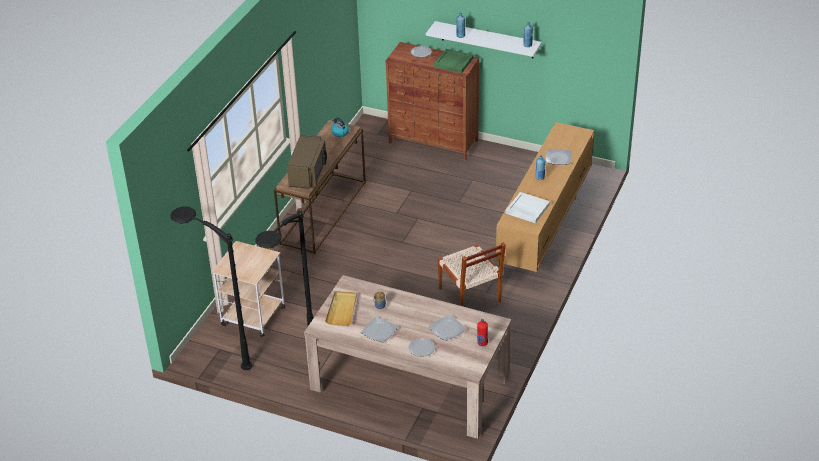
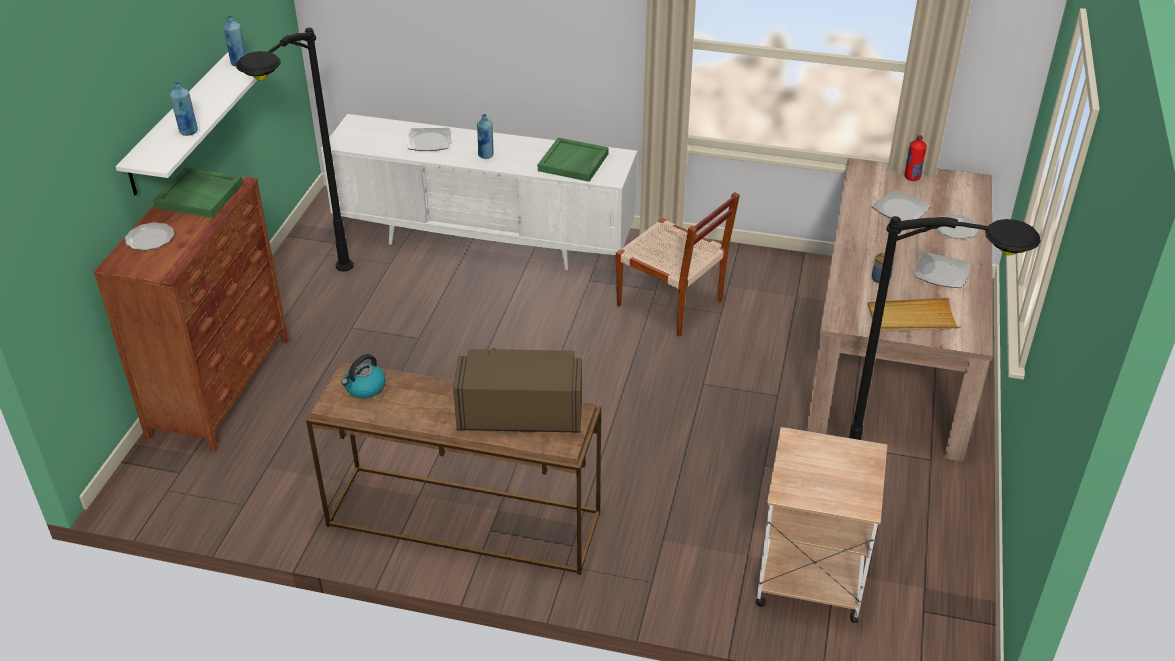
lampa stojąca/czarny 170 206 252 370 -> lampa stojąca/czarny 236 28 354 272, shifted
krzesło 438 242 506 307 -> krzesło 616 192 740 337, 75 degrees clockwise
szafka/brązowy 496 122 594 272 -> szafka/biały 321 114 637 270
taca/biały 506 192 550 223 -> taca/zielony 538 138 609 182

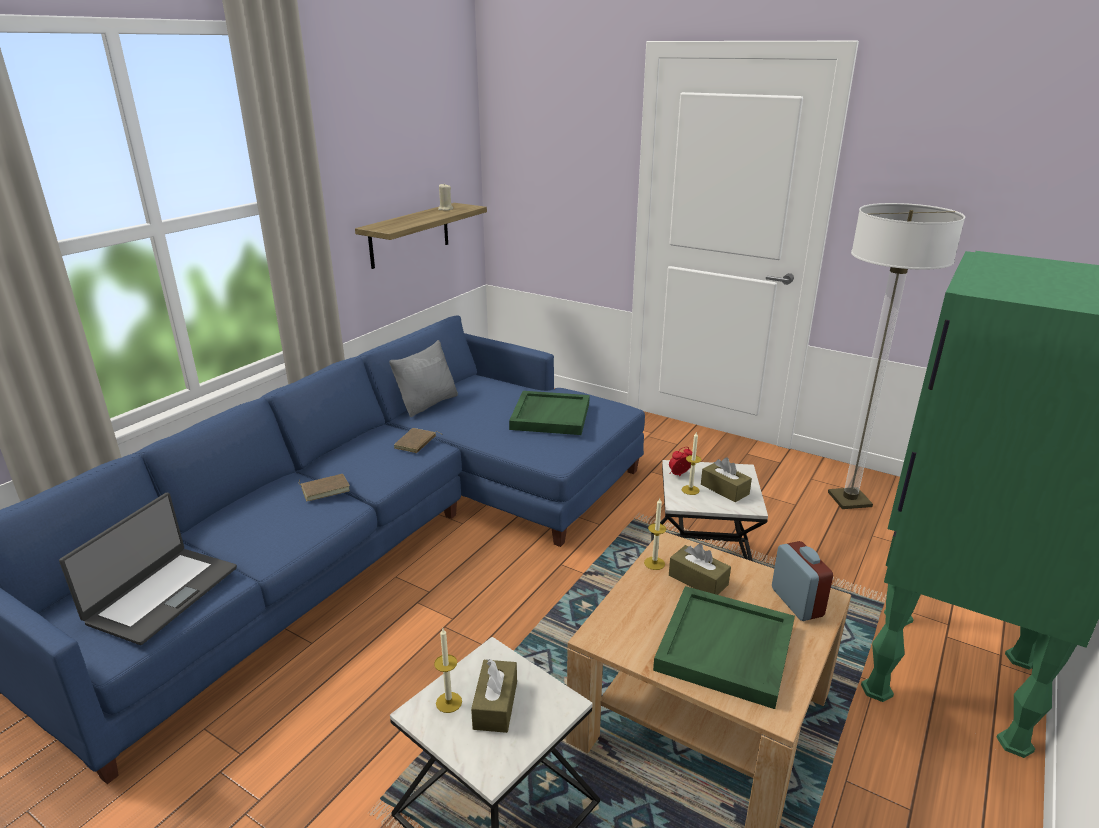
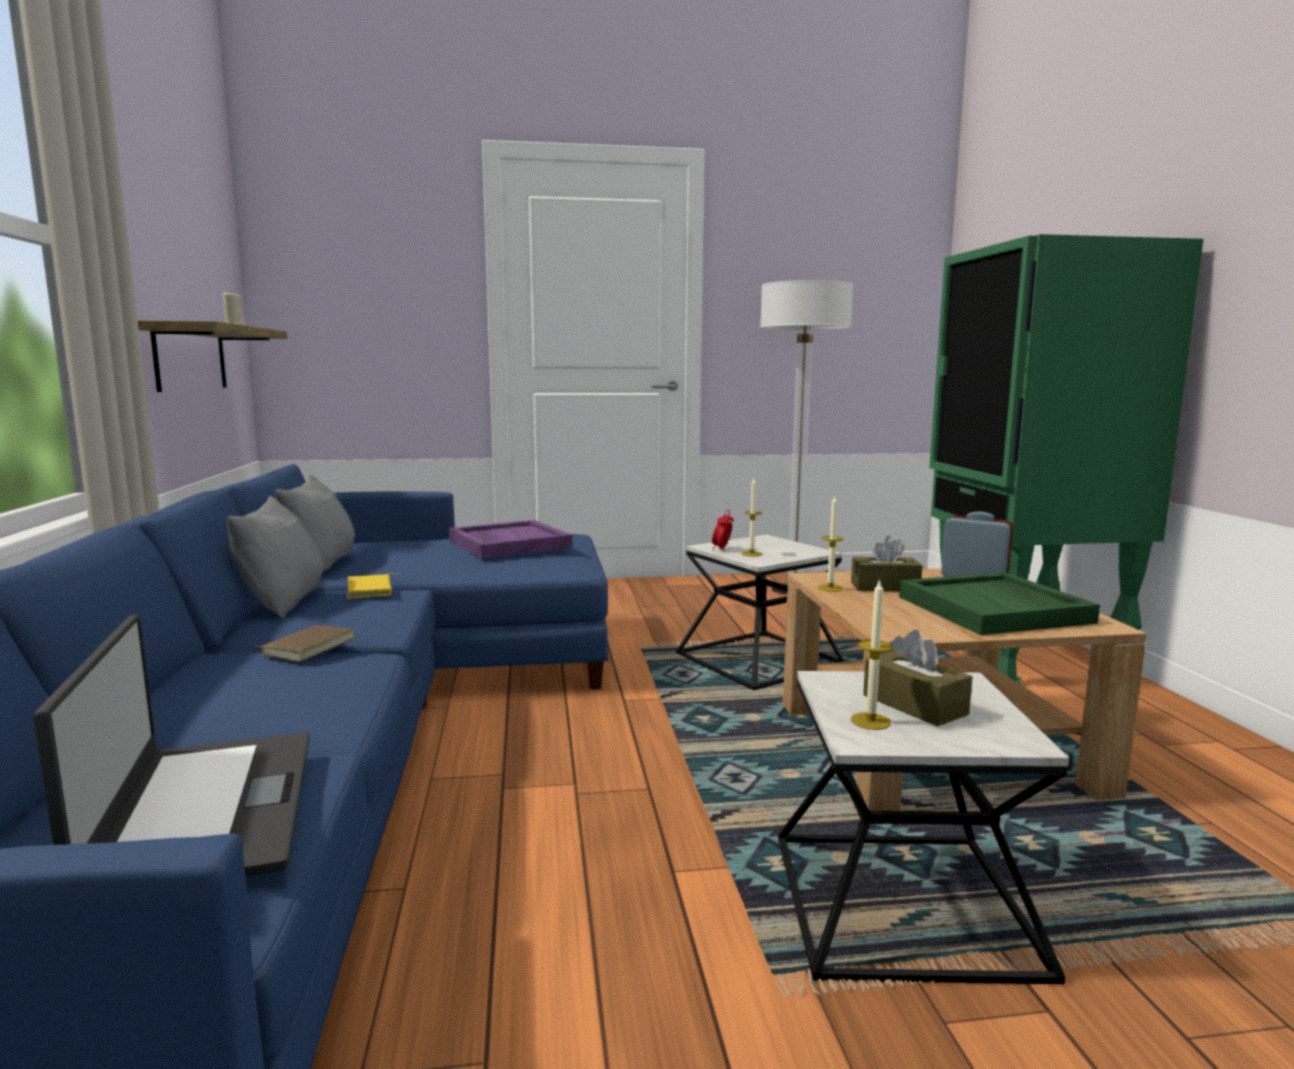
książka/brązowy 394 428 443 453 -> książka/żółty 347 573 401 599
taca/zielony 509 391 590 435 -> taca/fioletowy 449 520 573 559
pudełko chusteczek/brązowy 701 457 752 502 -> none
none -> poduszka/szary 227 496 323 618

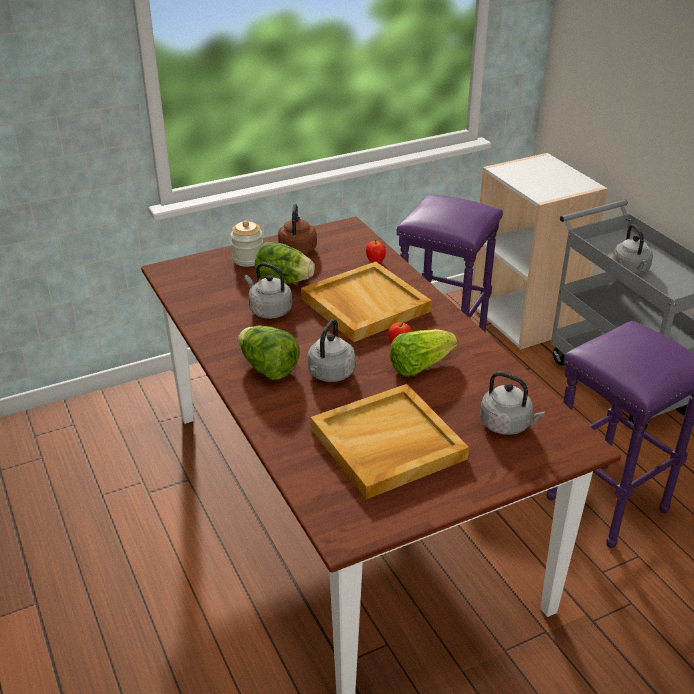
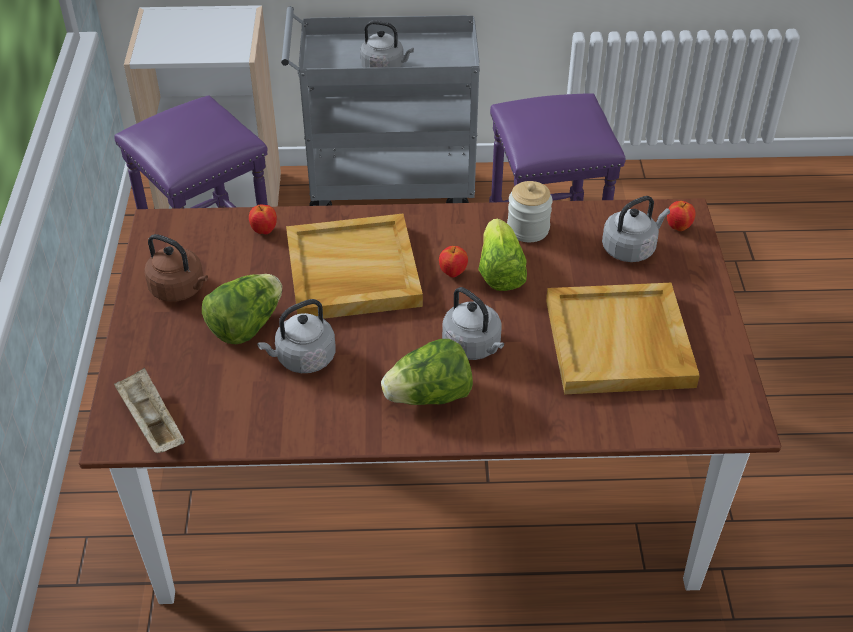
słoik 230 221 263 267 -> słoik 507 181 553 242, shifted
none -> taca/beżowy 114 368 185 453
none -> jabłko 667 201 696 231

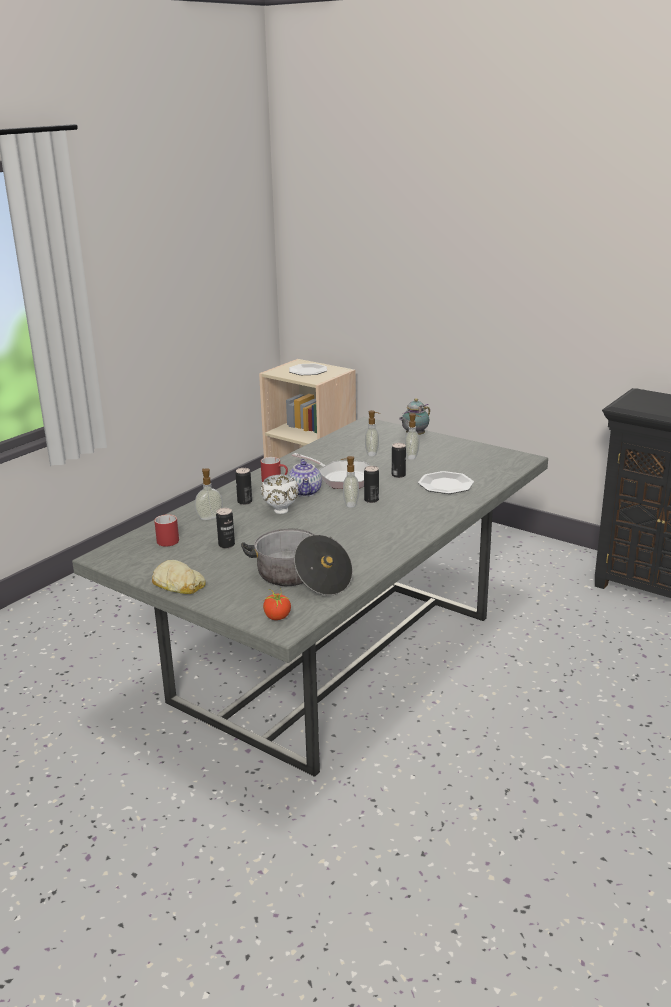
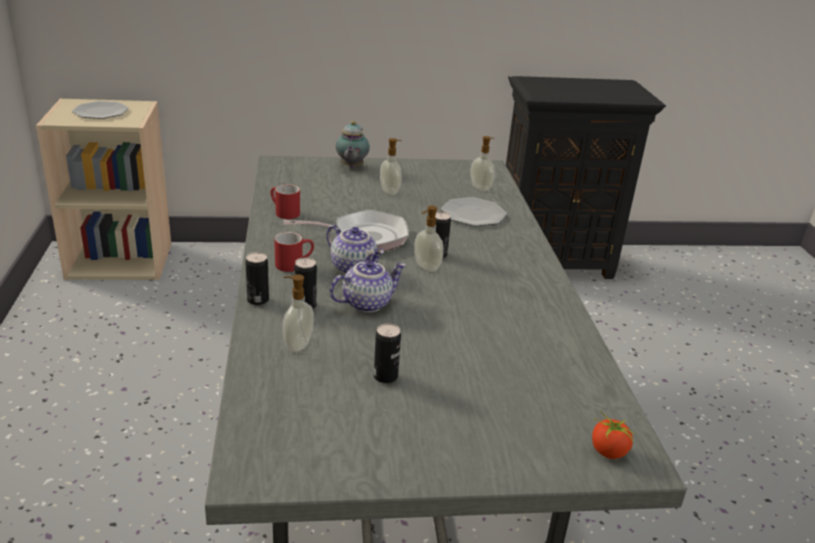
chleb 152 560 206 594 -> none
kubek/czerwony 154 514 179 546 -> kubek/czerwony 271 184 300 219, shifted
garnek 241 528 353 596 -> none
miska/biały 261 475 298 514 -> imbryk 329 260 406 312
dozownik mydła 365 410 381 456 -> dozownik mydła 471 136 495 191, shifted
puszka 392 443 406 478 -> puszka 245 252 269 306, shifted

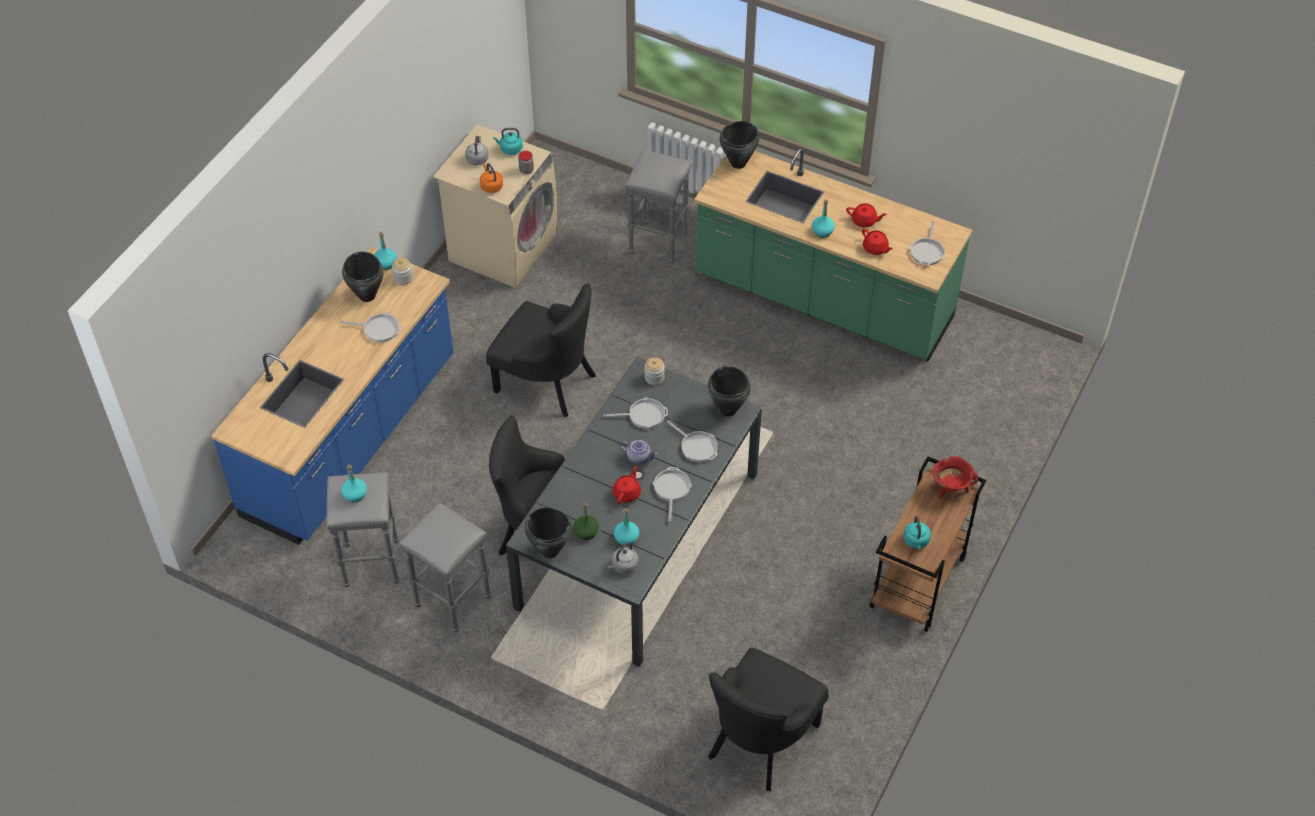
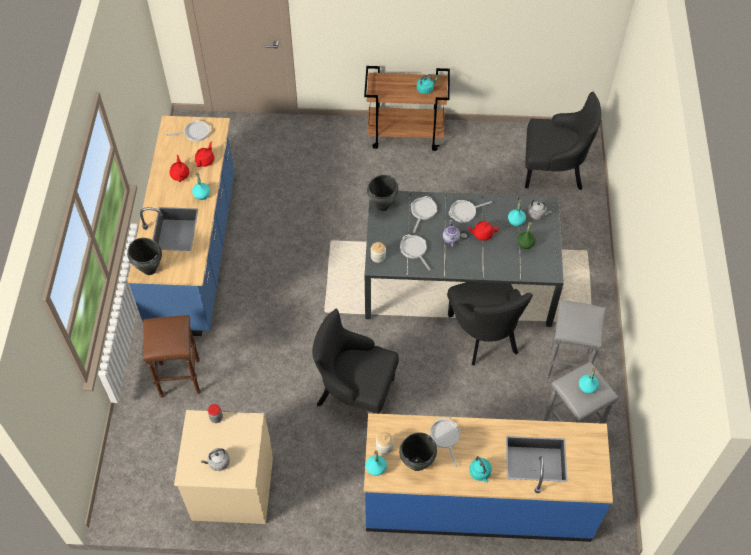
czajnik/pomarańczowy 480 163 503 193 -> none
krzesło/czarny 486 283 596 417 -> krzesło/czarny 312 309 399 414, 75 degrees counterclockwise
czajnik/turkusowy 493 128 523 155 -> czajnik/turkusowy 469 456 492 483, shifted
garnek/czarny 525 507 572 558 -> none
stołek/szary 625 150 692 264 -> stołek/brązowy 143 315 201 398
zabudowa kuchenna/zielony 694 148 973 362 -> zabudowa kuchenna/niebieski 127 116 234 336
garnek/czerwony 933 456 978 499 -> none

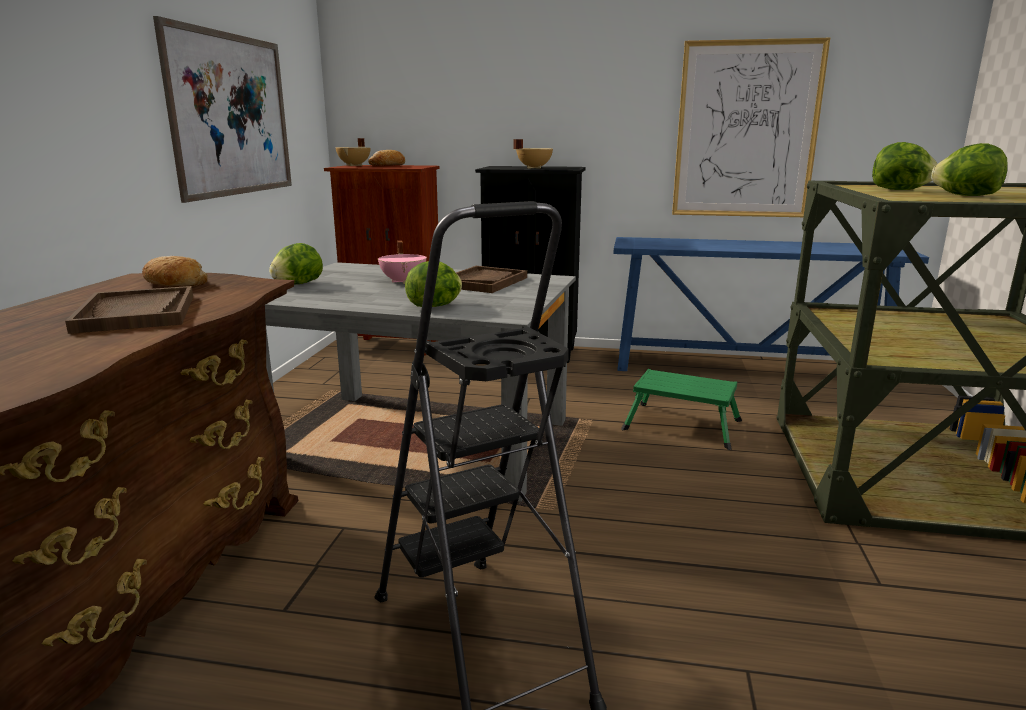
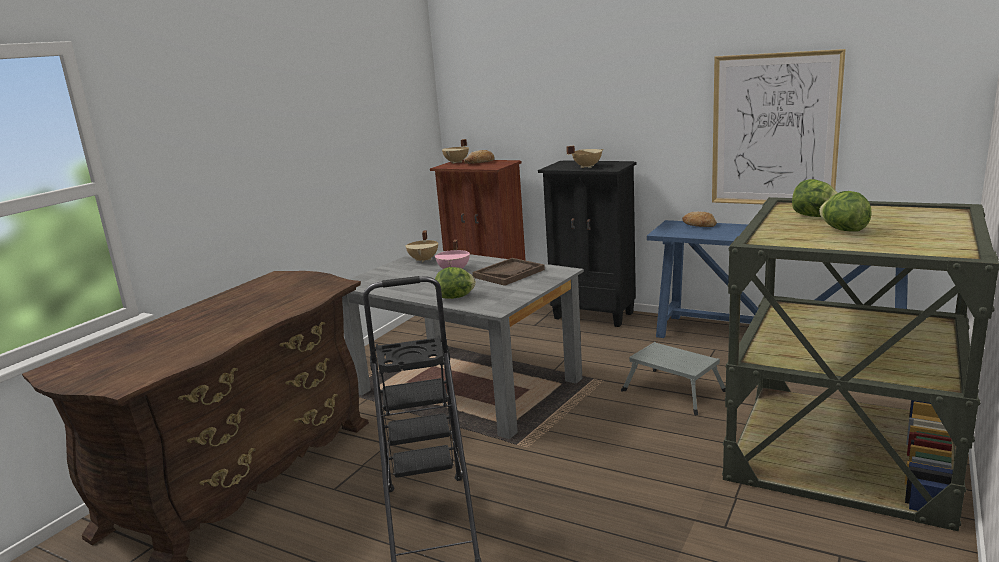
taca/brązowy 65 286 193 334 -> none
chleb 142 256 207 287 -> chleb 682 211 717 227, shifted
obraz 153 16 292 203 -> none
sałata 269 243 323 285 -> none
drabinka/zielony 621 369 742 450 -> drabinka/szary 621 342 726 415
none -> garnek/beżowy 405 230 438 263

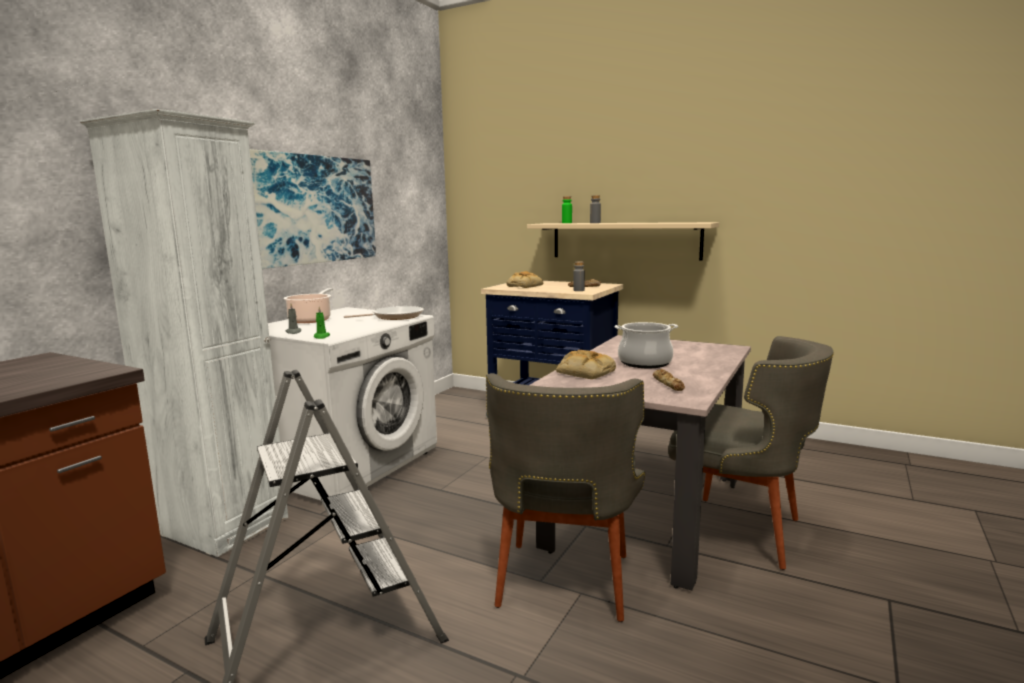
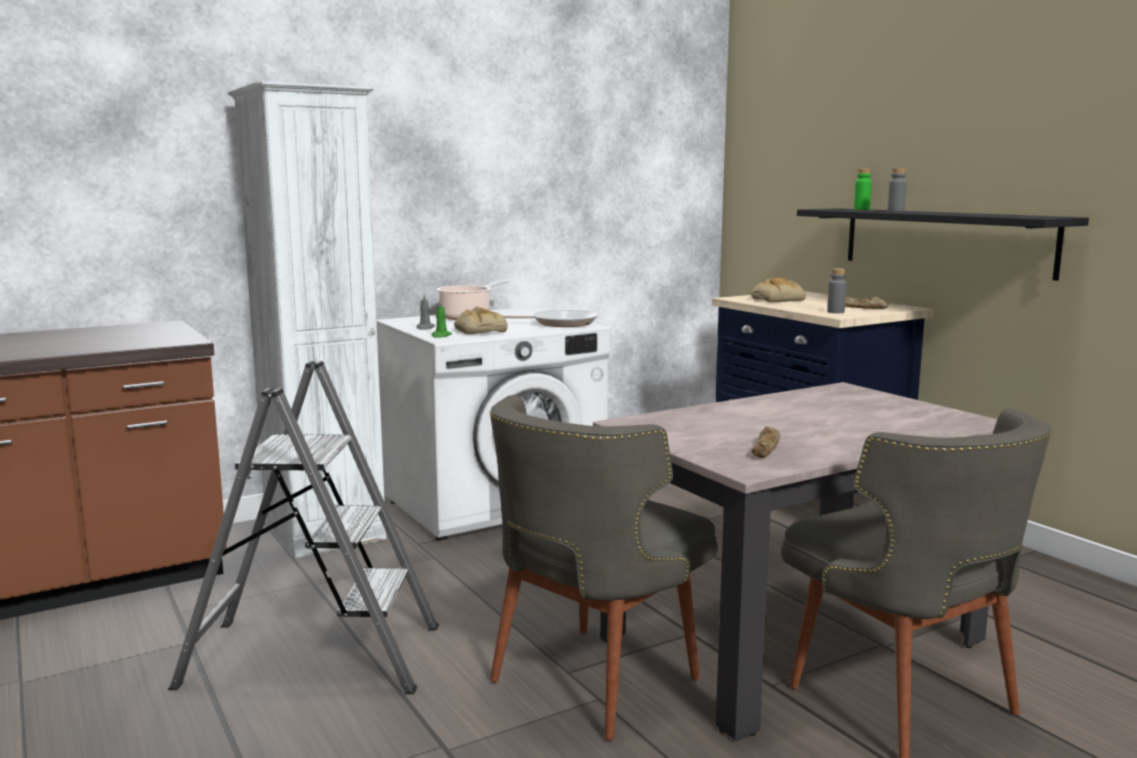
obraz 250 149 376 269 -> none
półka/beżowy 527 222 719 261 -> półka/czarny 797 208 1089 281
chleb 556 350 616 379 -> chleb 454 306 508 334, shifted
garnek 614 322 678 368 -> none

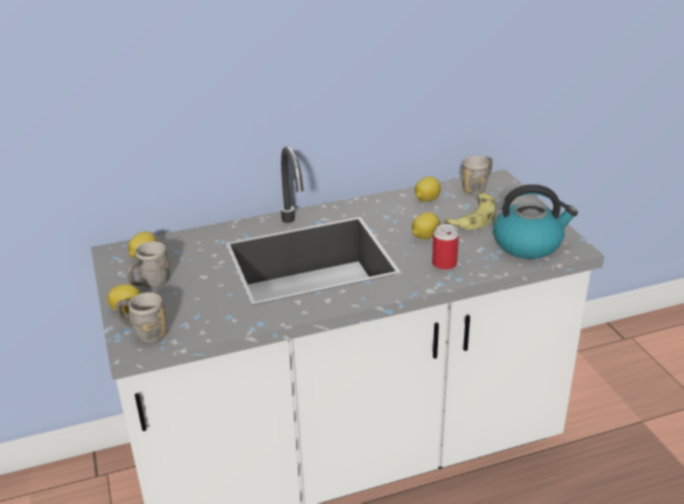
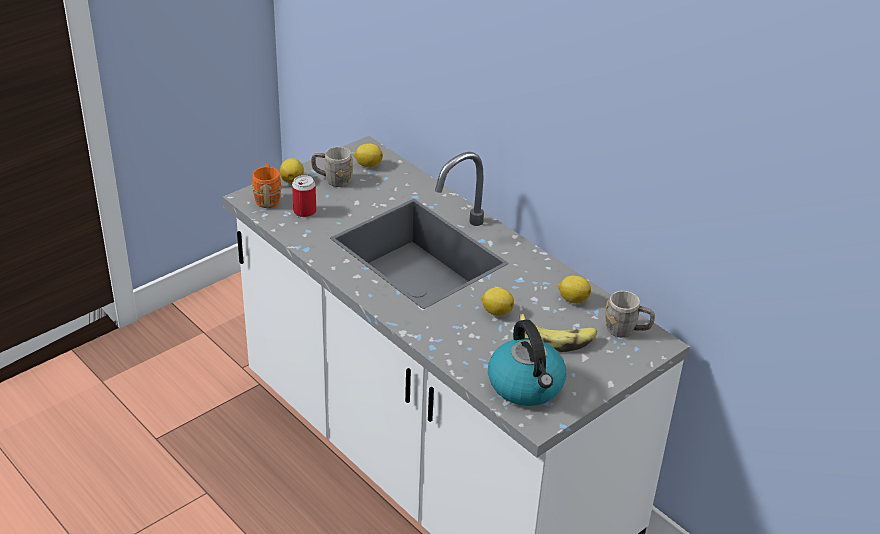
kubek/szary 115 292 167 343 -> kubek/pomarańczowy 252 164 282 208
puszka 432 224 459 270 -> puszka 292 175 316 217, shifted

